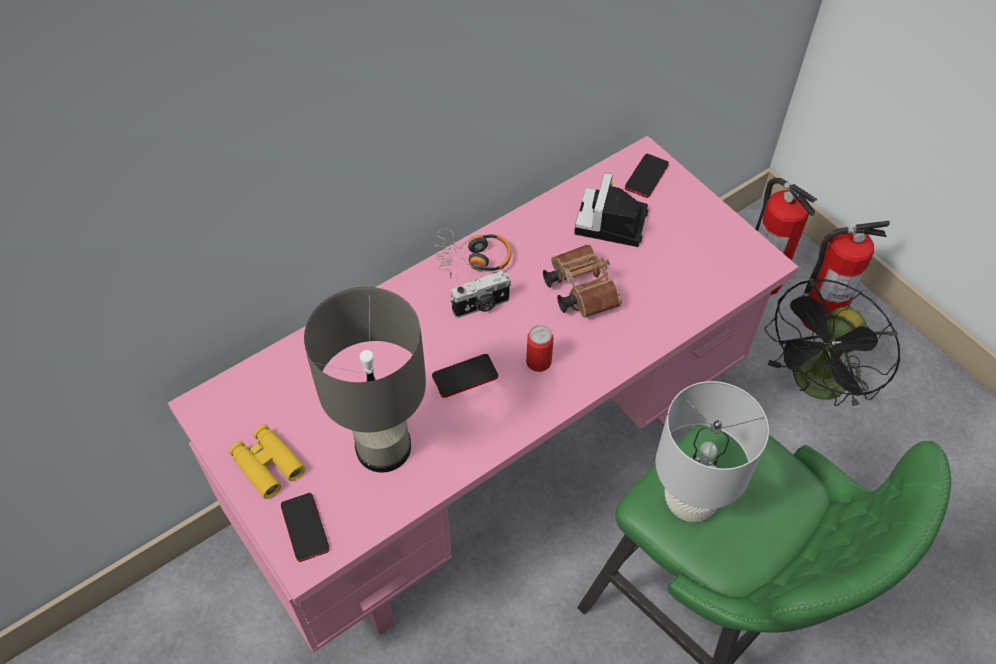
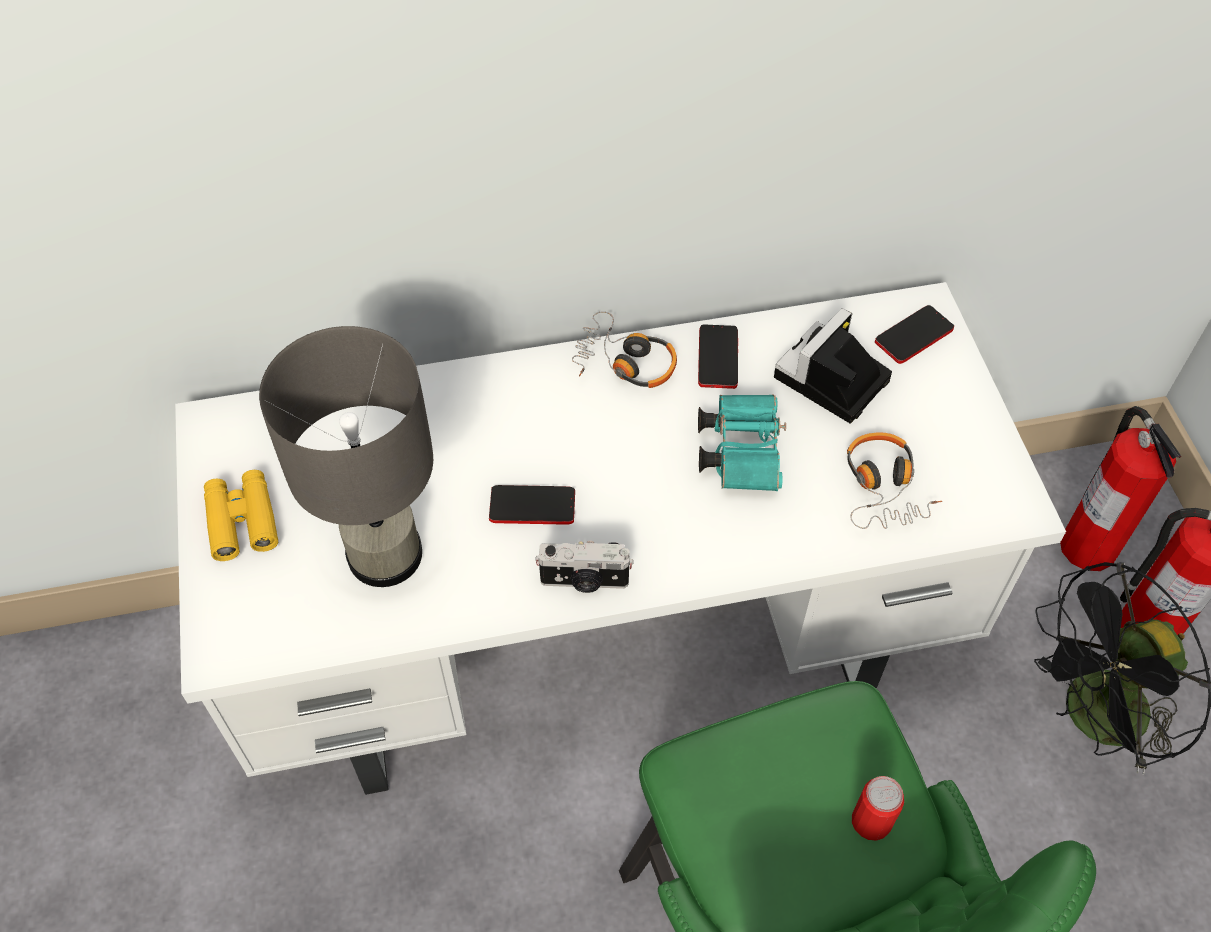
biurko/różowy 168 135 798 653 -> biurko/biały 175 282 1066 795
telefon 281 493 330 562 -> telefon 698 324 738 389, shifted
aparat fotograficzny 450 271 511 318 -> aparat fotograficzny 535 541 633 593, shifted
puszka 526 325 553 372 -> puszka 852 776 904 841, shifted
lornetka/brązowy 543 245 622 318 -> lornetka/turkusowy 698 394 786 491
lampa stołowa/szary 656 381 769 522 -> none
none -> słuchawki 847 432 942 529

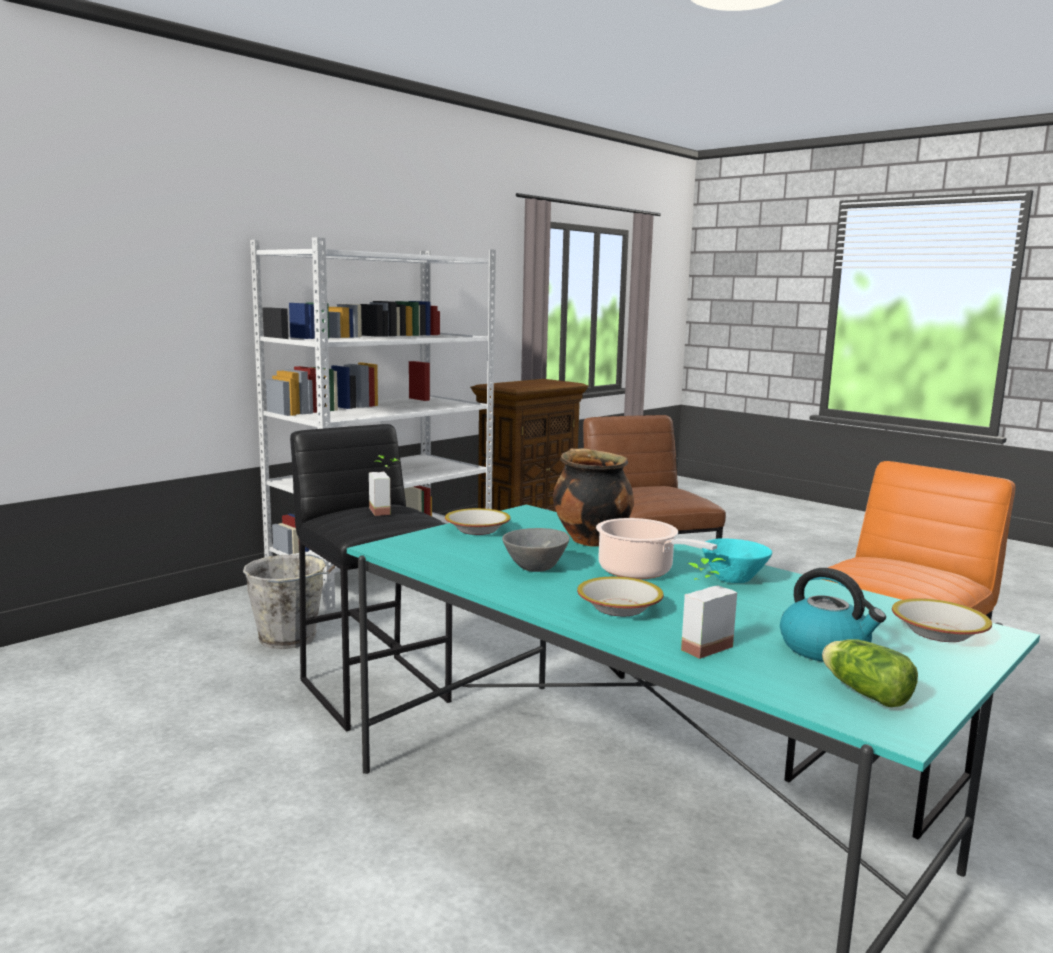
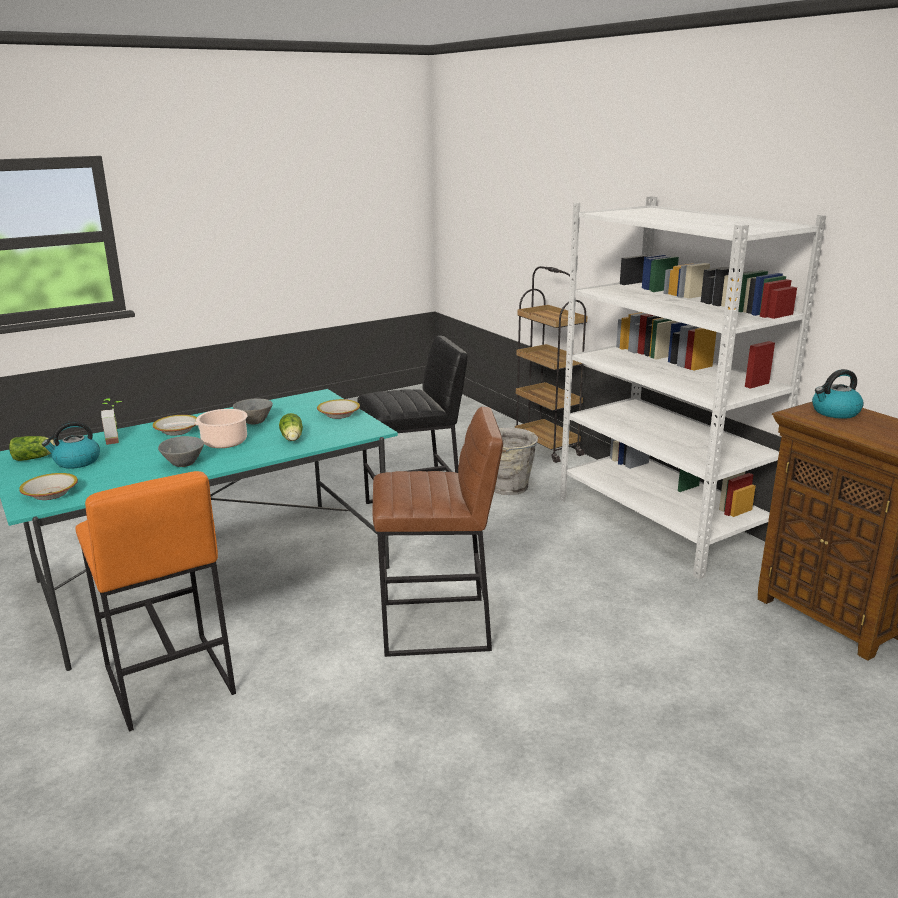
roślina doniczkowa 369 455 397 516 -> none
garnek 553 448 634 547 -> sałata 279 413 303 441
miska/turkusowy 702 538 772 583 -> miska/szary 158 436 204 467
none -> wózek/brązowy 515 266 588 463
none -> czajnik 812 369 864 419

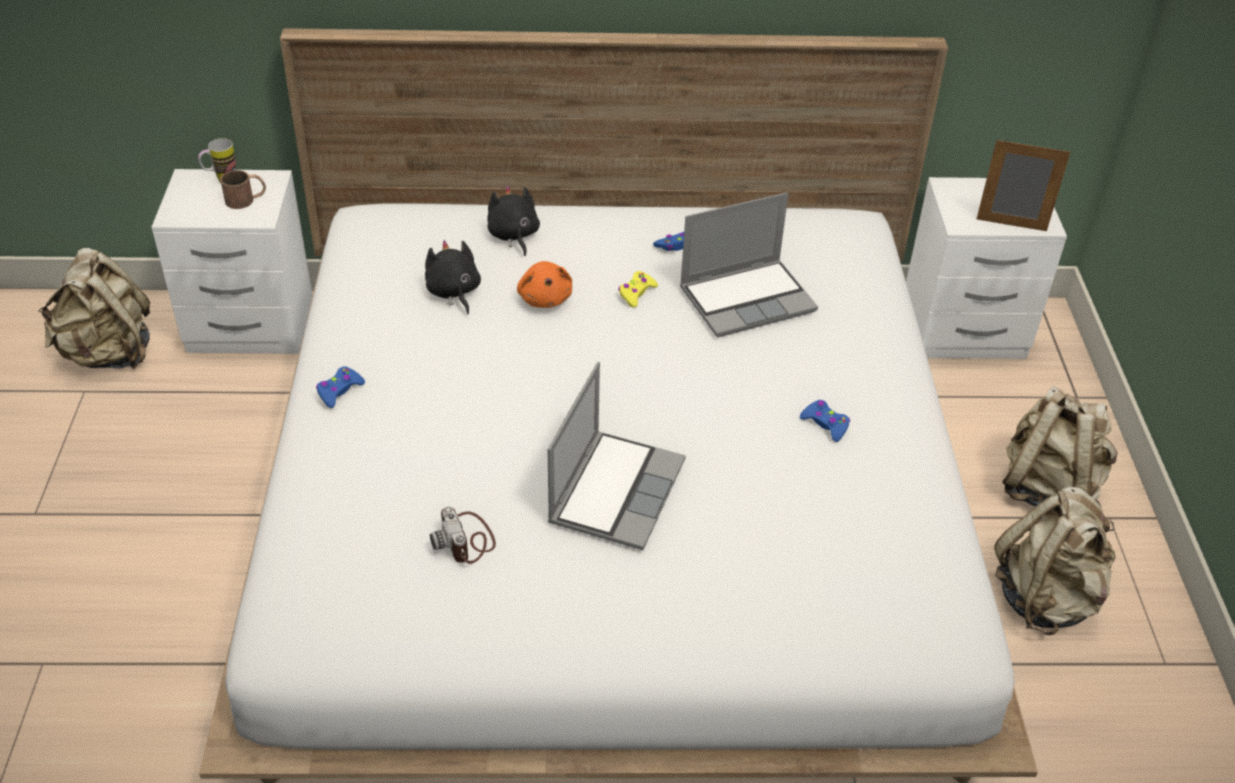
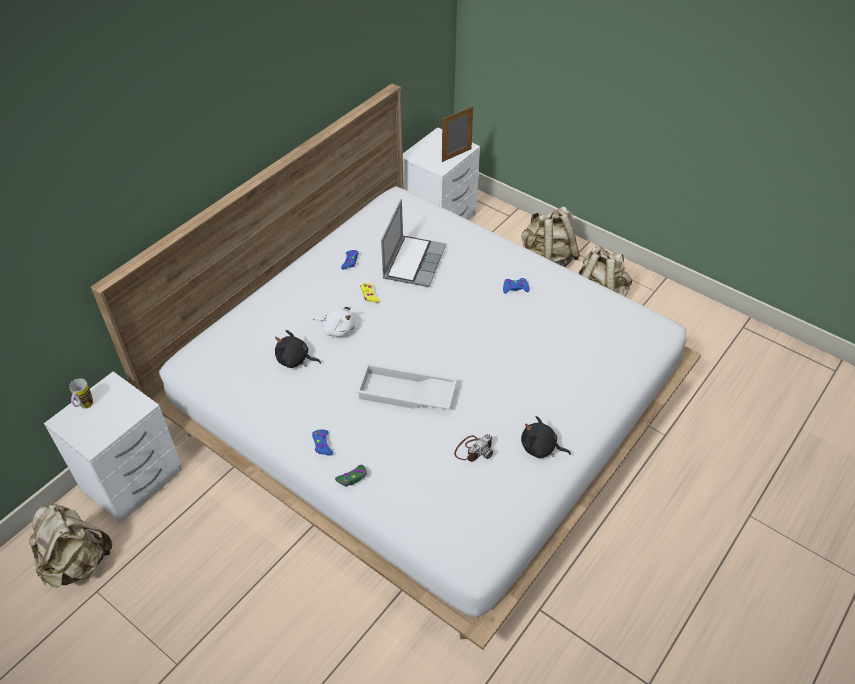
kubek/brązowy 220 170 266 209 -> none
aparat fotograficzny 430 507 496 564 -> aparat fotograficzny 454 434 493 462, 60 degrees counterclockwise
pluszak/czarny 487 186 540 256 -> pluszak/czarny 521 416 571 458, shifted
pluszak/pomarańczowy 517 261 572 308 -> pluszak/biały 313 306 355 337
laptop 548 362 686 550 -> none
none -> pad do gier/zielony 335 465 367 487
none -> taca/biały 356 363 457 409

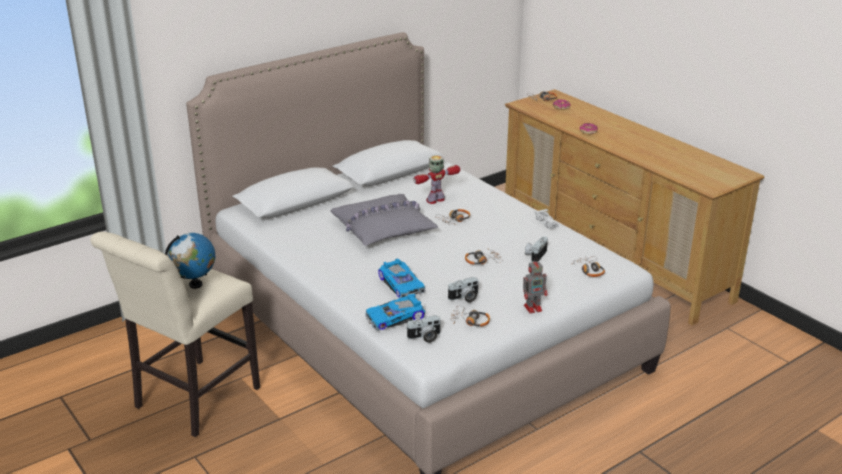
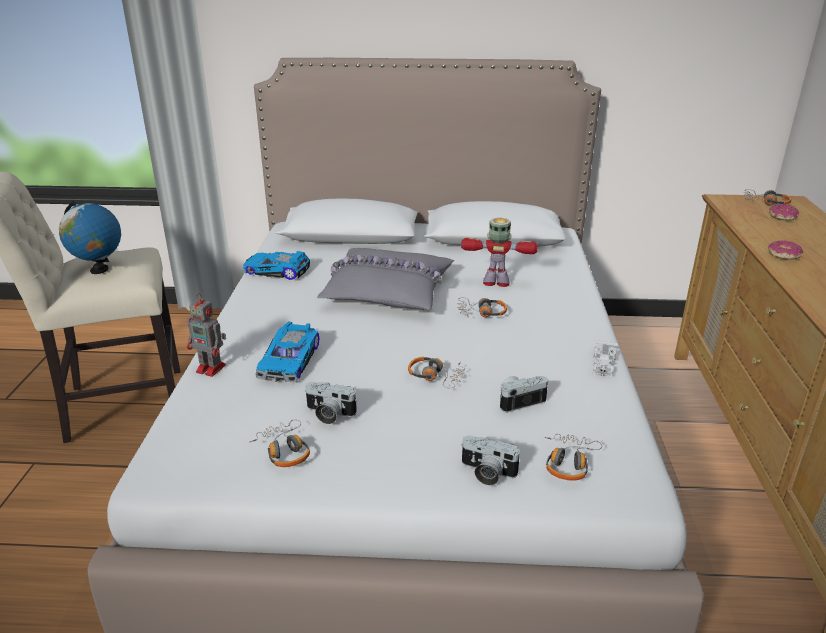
samochodzik 365 294 425 331 -> samochodzik 243 251 310 280, shifted
aparat fotograficzny 407 315 440 343 -> aparat fotograficzny 461 435 521 485, shifted
robot zabawkowy 523 258 547 314 -> robot zabawkowy 187 293 226 377, shifted

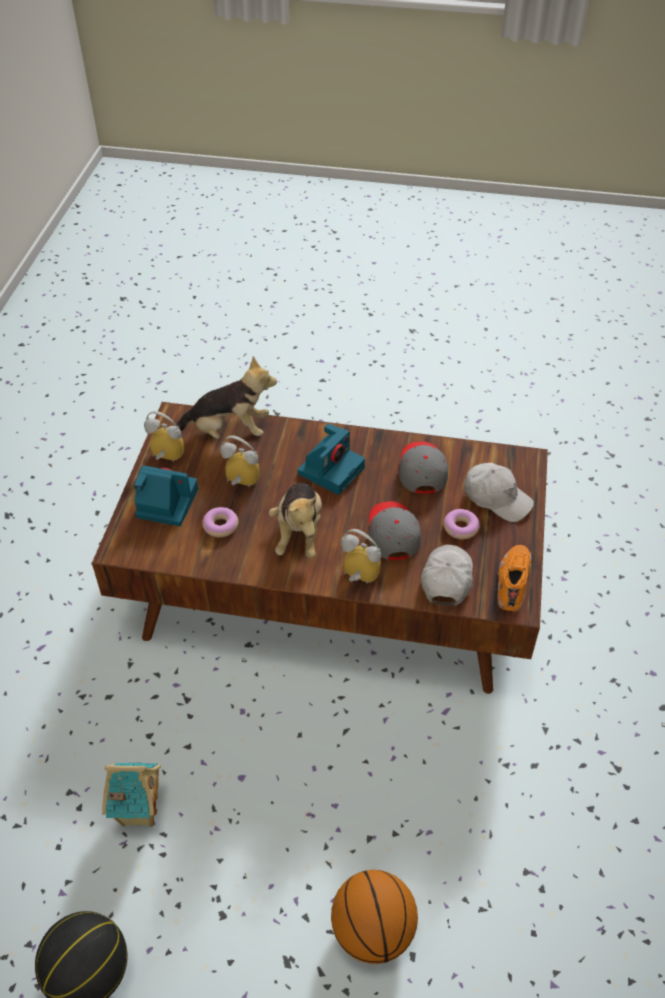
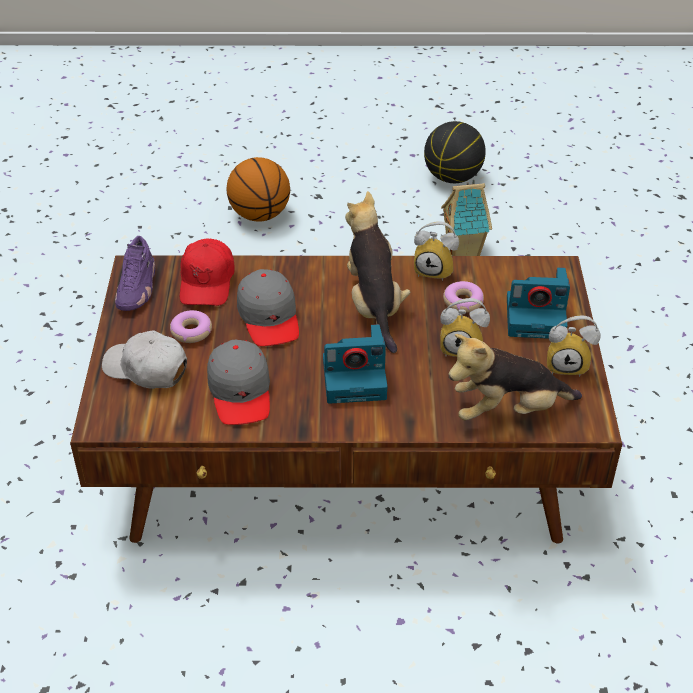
aparat fotograficzny 297 423 365 495 -> aparat fotograficzny 323 324 387 404, 120 degrees counterclockwise
budzik 341 529 381 584 -> budzik 414 221 459 281, shifted
czapka z daszkiem/biały 421 545 473 606 -> czapka z daszkiem/czerwony 180 238 235 306
but/pomarańczowy 497 545 531 612 -> but/fioletowy 115 236 155 311

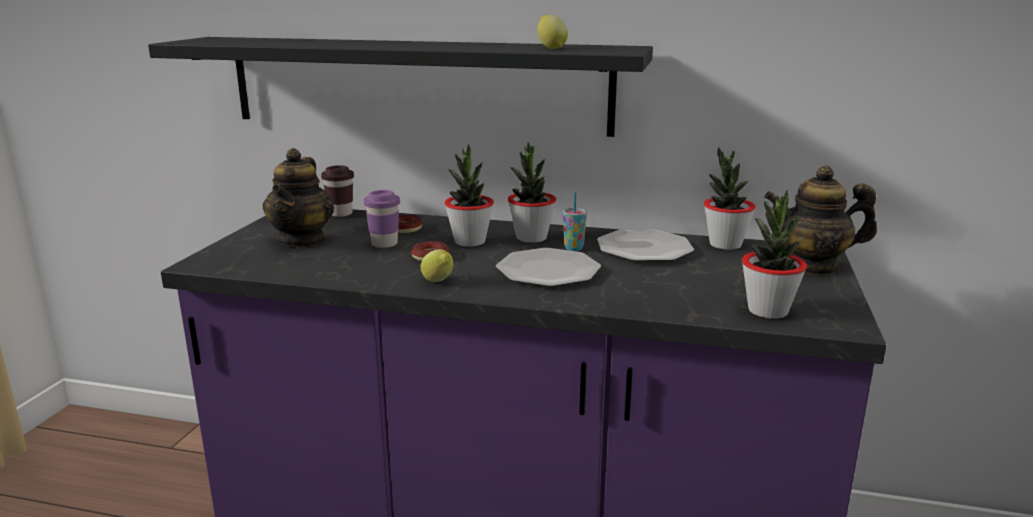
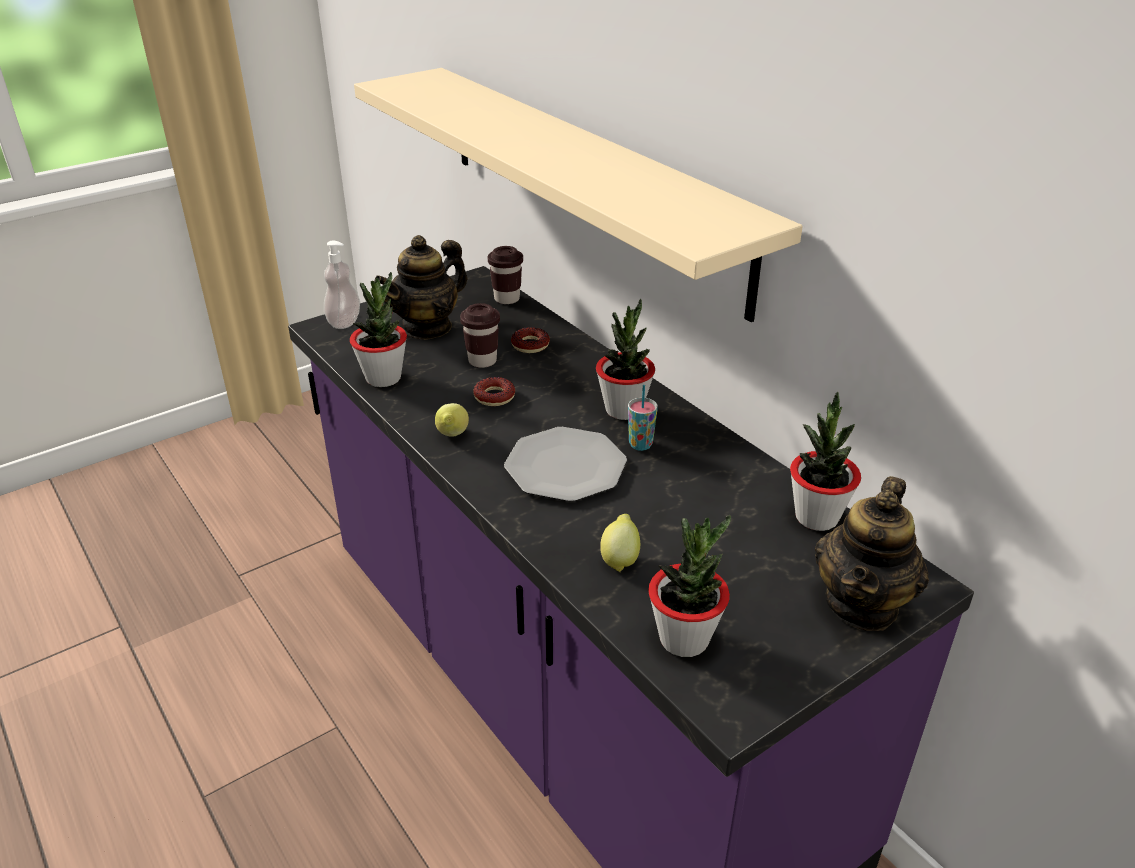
półka/czarny 148 37 653 137 -> półka/beżowy 354 68 803 322
filiżanka/fioletowy 364 190 400 248 -> filiżanka/brązowy 460 303 500 368
roślina doniczkowa 444 144 494 247 -> roślina doniczkowa 350 272 407 387, shifted
cytryna 537 15 568 49 -> cytryna 600 514 640 572, shifted
talerz 597 229 694 261 -> none
imbryk 764 166 877 275 -> imbryk 815 476 929 631, 105 degrees counterclockwise
none -> dozownik mydła 324 241 360 329

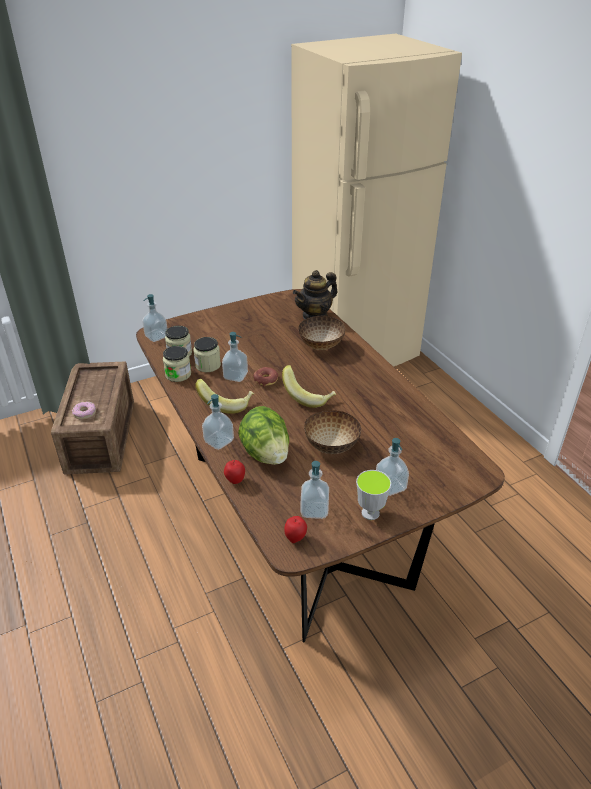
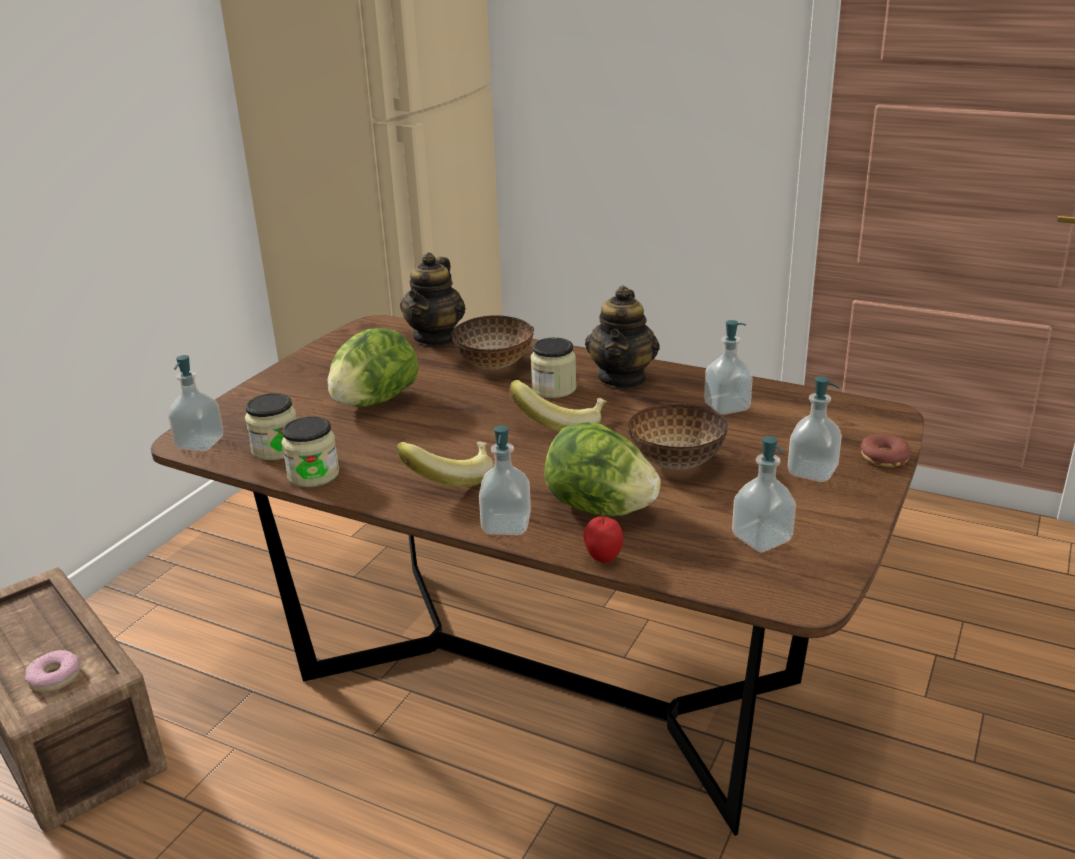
słoik 193 337 221 372 -> słoik 531 337 576 398, shifted
dozownik mydła 222 332 248 382 -> dozownik mydła 704 320 753 415, shifted
donut 253 367 278 387 -> donut 861 434 911 467, shifted
jabłko 284 516 307 543 -> none
filiżanka 356 470 391 520 -> none
none -> sałata 328 328 419 407
none -> imbryk 585 285 660 389

